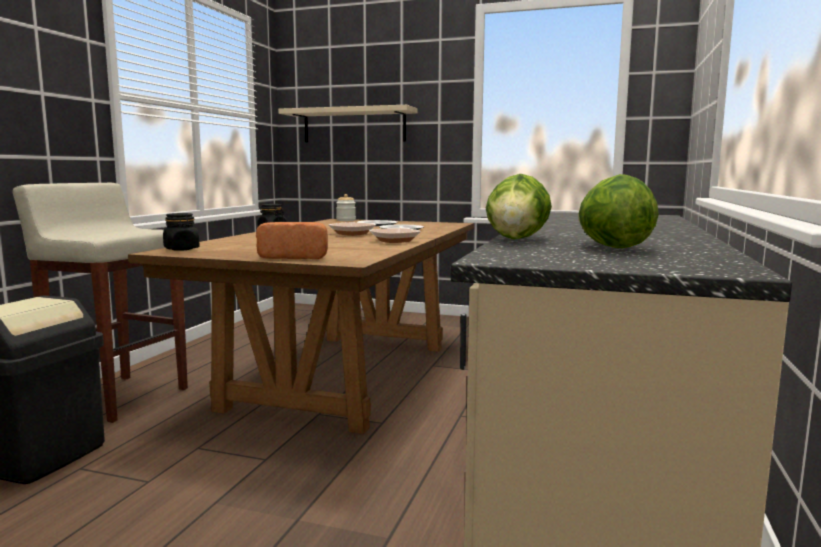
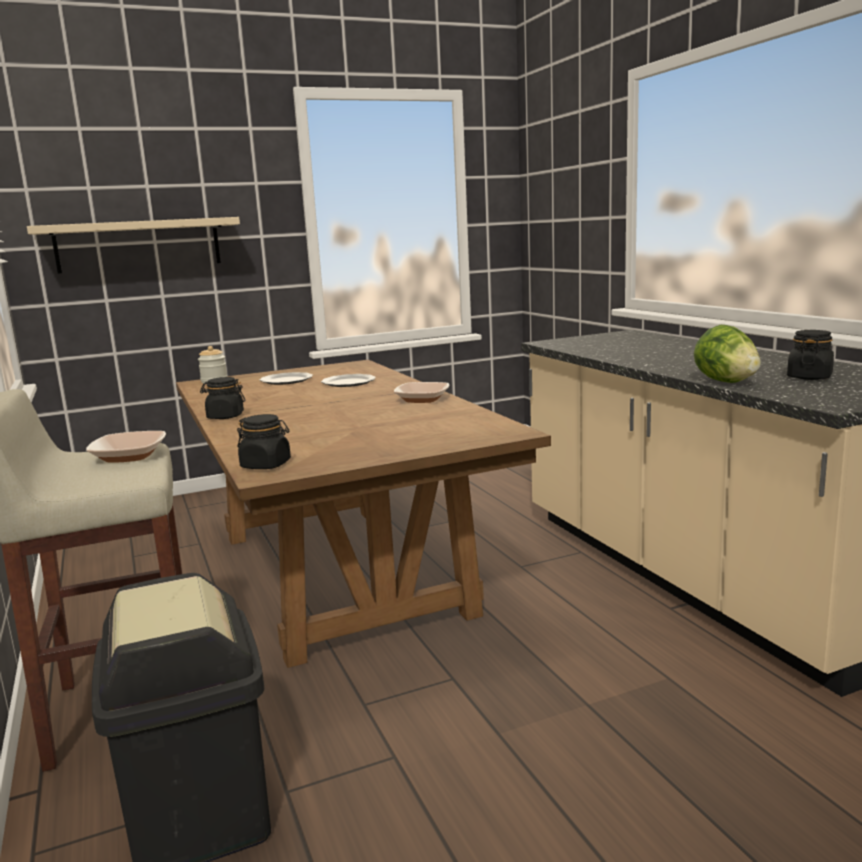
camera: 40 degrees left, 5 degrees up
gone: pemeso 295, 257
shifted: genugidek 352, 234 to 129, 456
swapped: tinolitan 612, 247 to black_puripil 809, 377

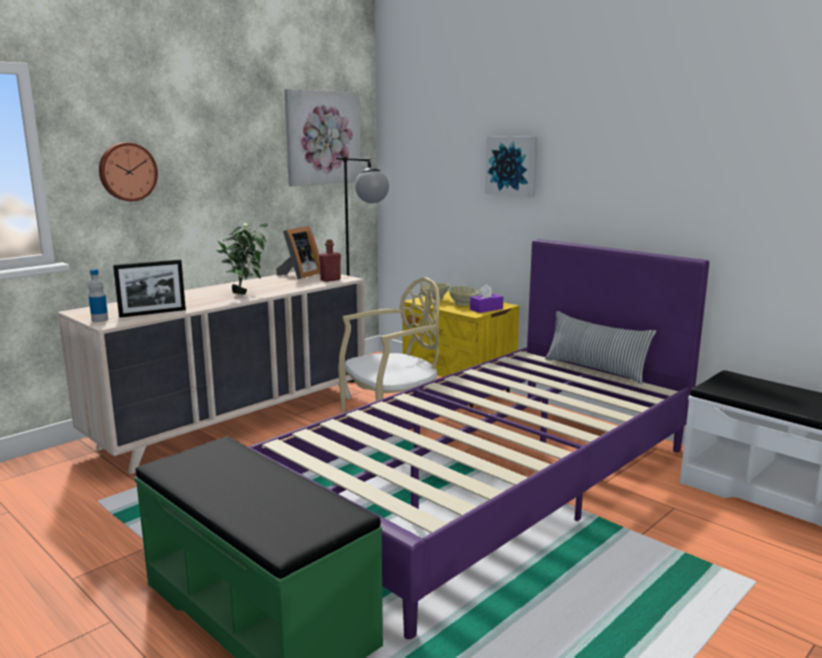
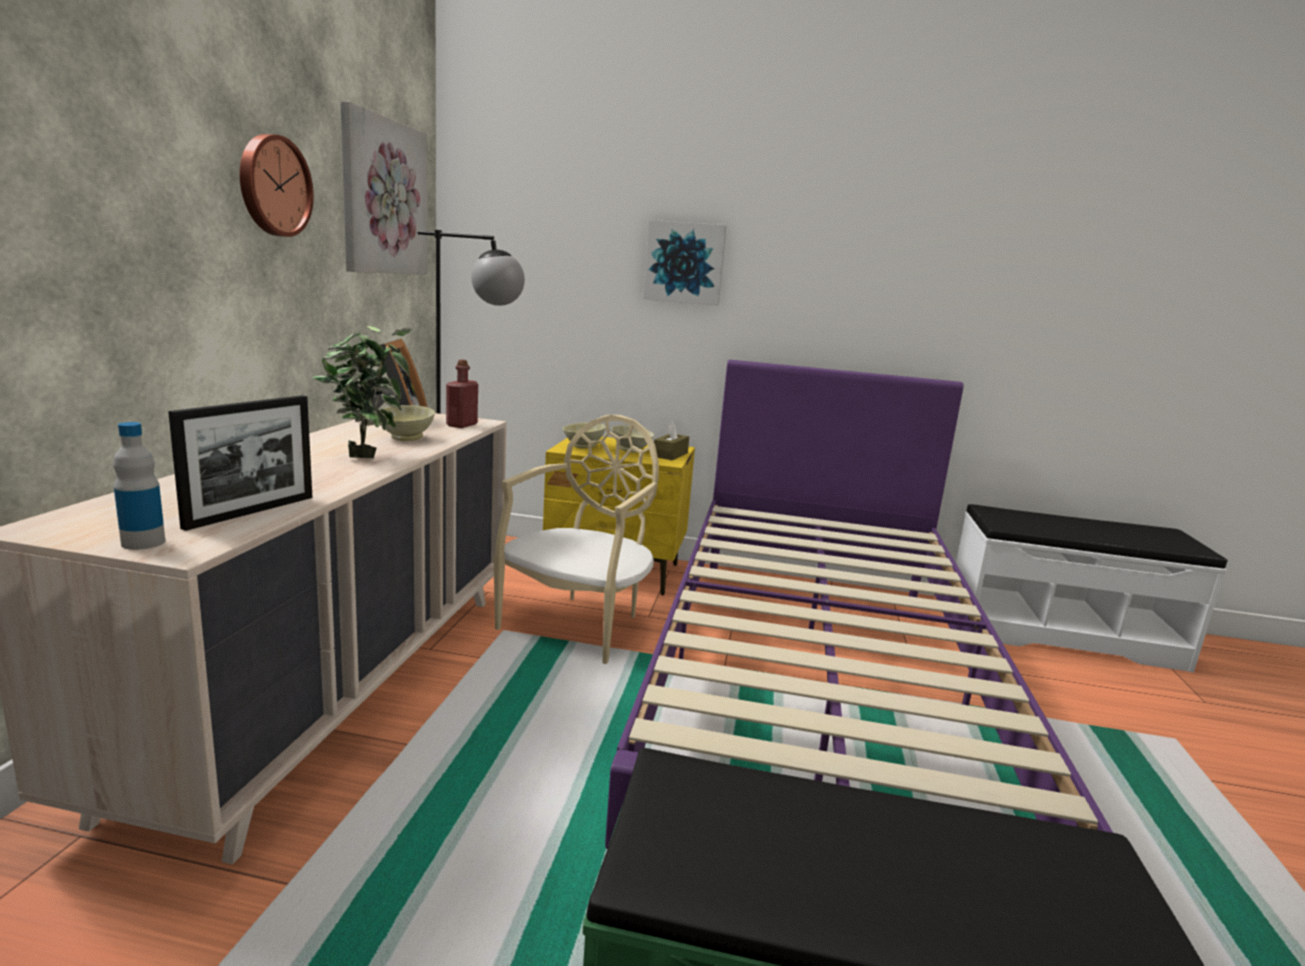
camera: 35 degrees left, 0 degrees up
gone: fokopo 595, 369
new: beige_genugidek 405, 438
shifted: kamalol 127, 172 to 273, 186
repainted: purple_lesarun 486, 309 to brown_lesarun 670, 455

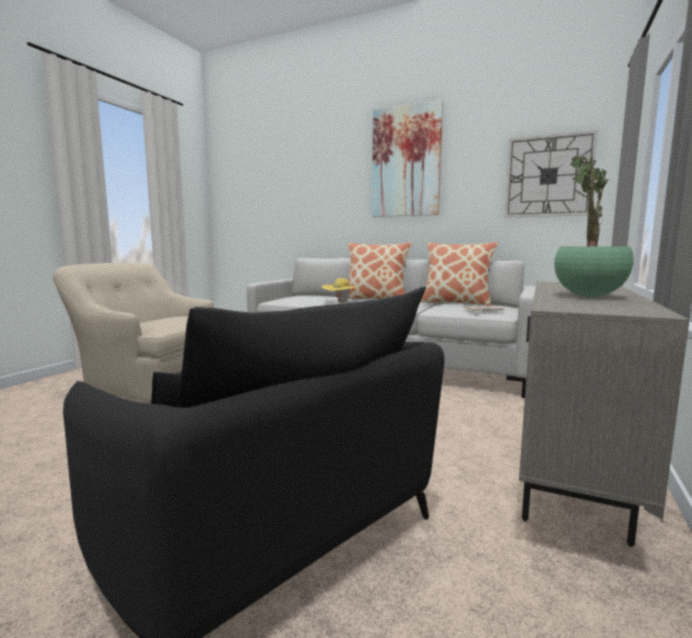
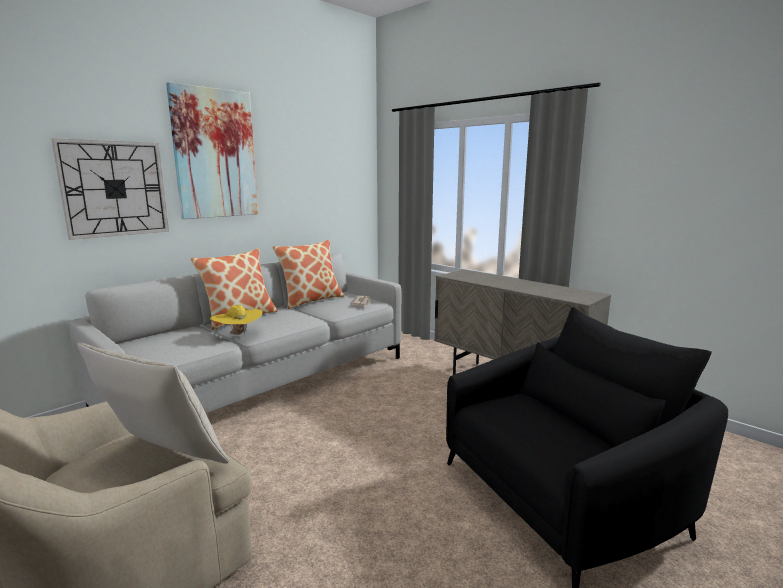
camera: 70 degrees left, 5 degrees up
gone: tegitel 589, 296
new: beige_fokopo 162, 459
shifted: kamalol 548, 176 to 114, 189

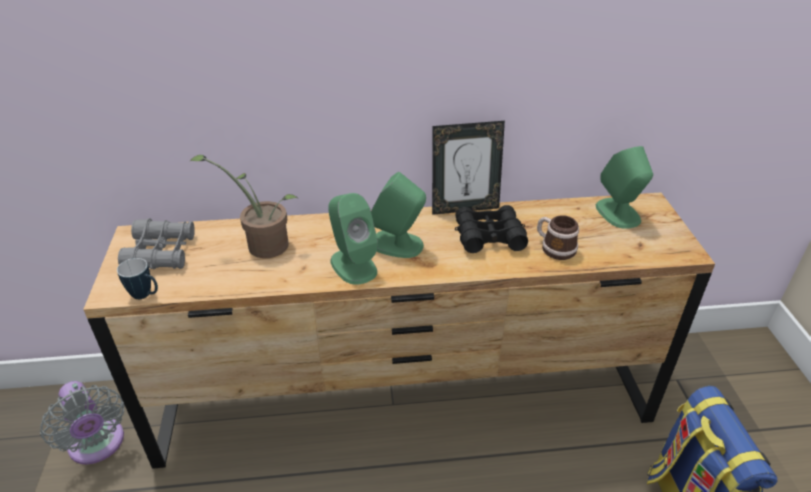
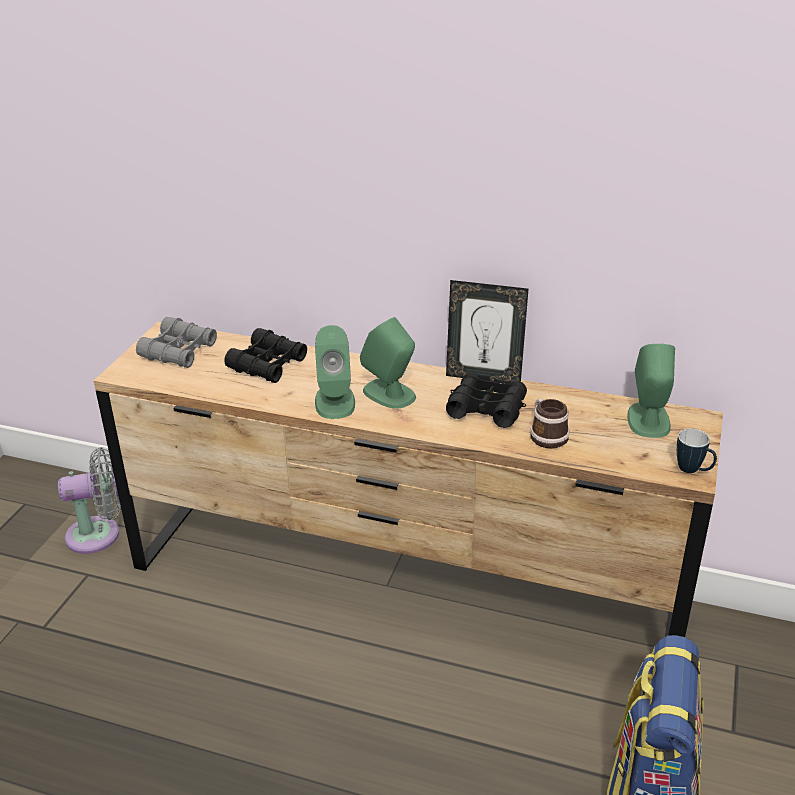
camera: 25 degrees right, 5 degrees down
shifted: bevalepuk 146, 295 to 693, 471
swapped: tegitel 262, 244 to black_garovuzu 268, 364
rotated: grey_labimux 98, 445 = 99, 534 90 degrees counterclockwise

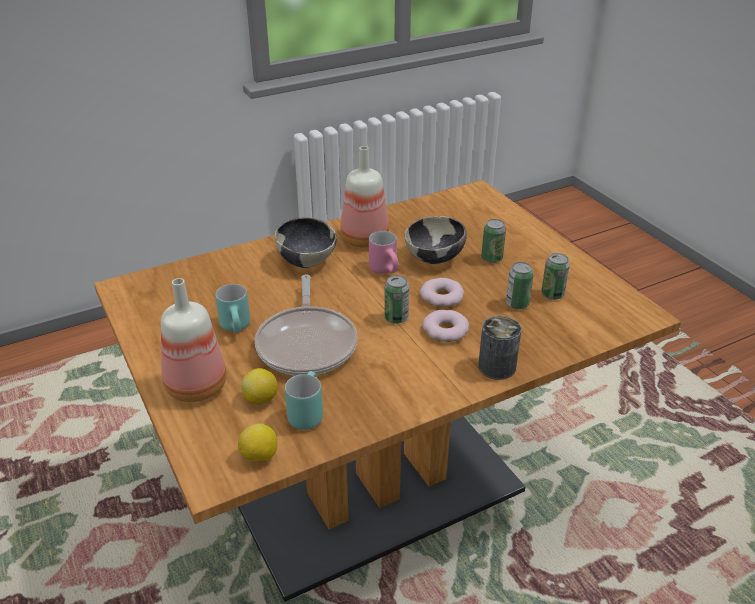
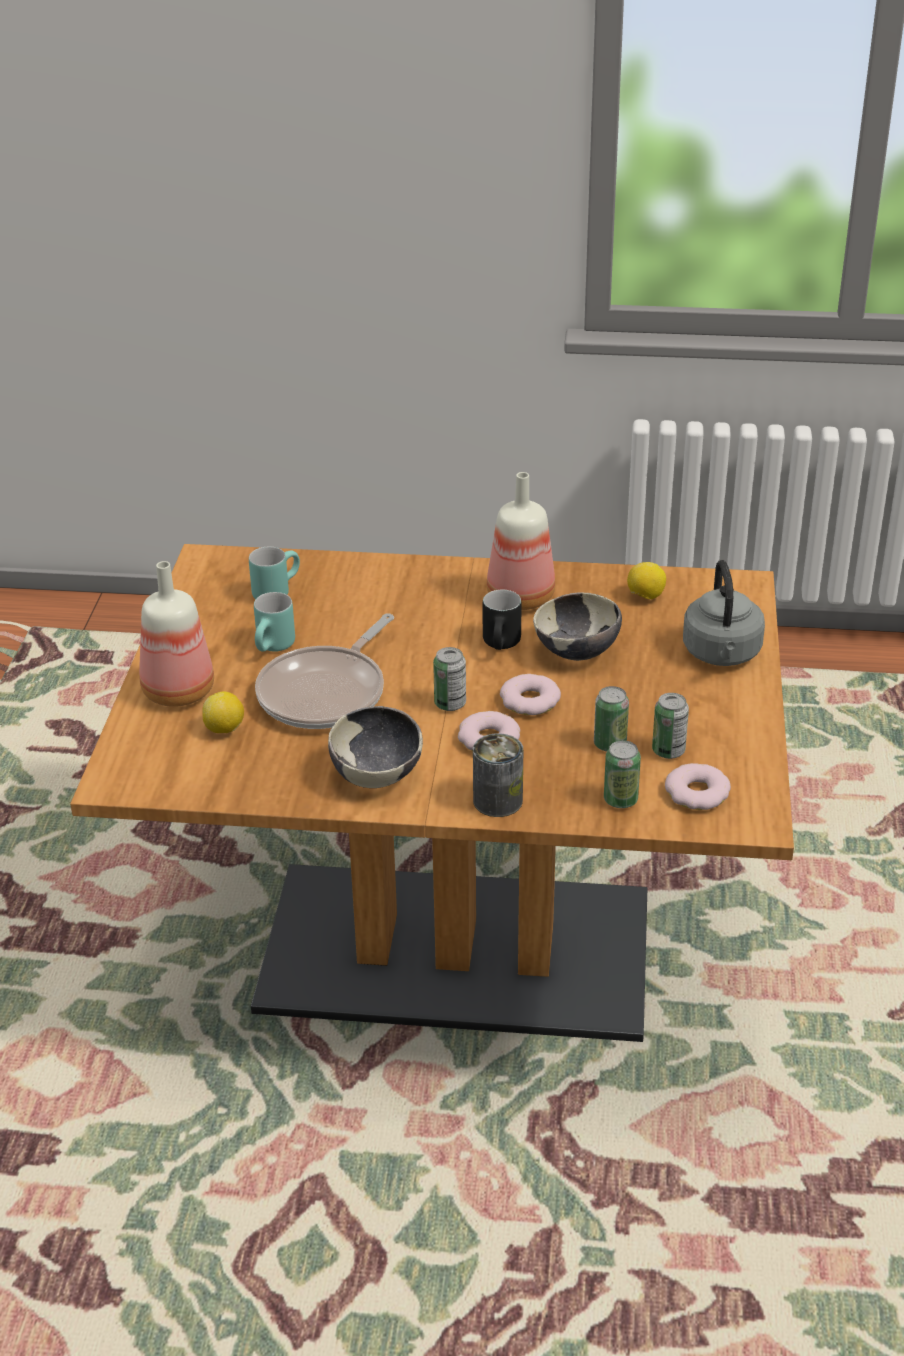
camera: 35 degrees right, 0 degrees up
new: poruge 697, 793; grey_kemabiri 722, 654
shifted: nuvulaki 259, 456 to 645, 596; genugidek 307, 261 to 377, 775; turquoise_bevalepuk 305, 413 to 275, 591; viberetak 491, 258 to 620, 800
repainted: pink_bevalepuk 387, 270 to black_bevalepuk 503, 646

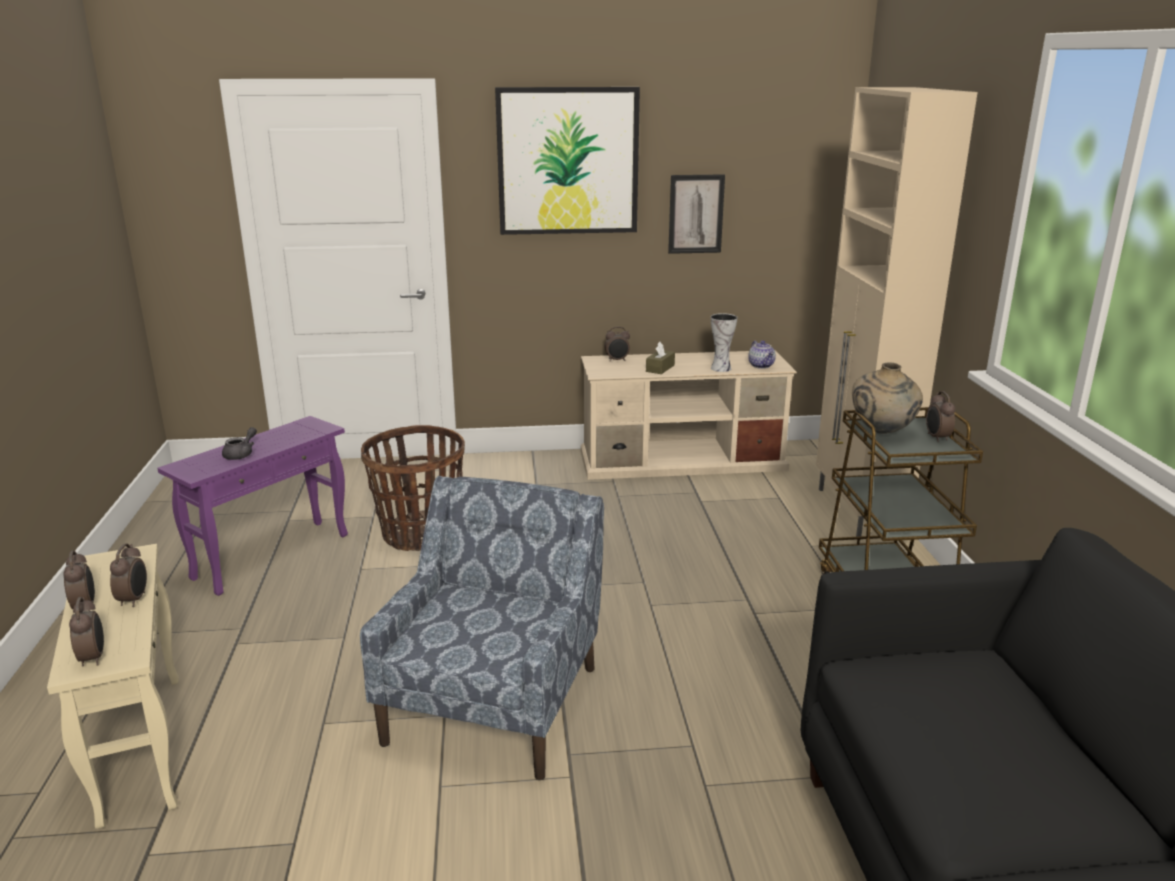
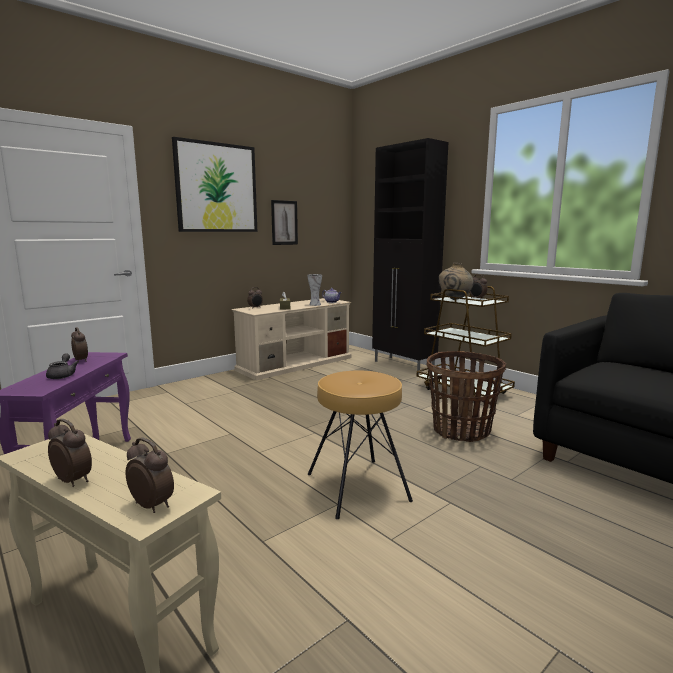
camera: 35 degrees left, 10 degrees down
shifted: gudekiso 134, 599 to 81, 360; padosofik 420, 534 to 461, 430
swapped: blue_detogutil 495, 702 to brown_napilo 358, 486
repainted: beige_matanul 858, 513 to black_matanul 404, 365

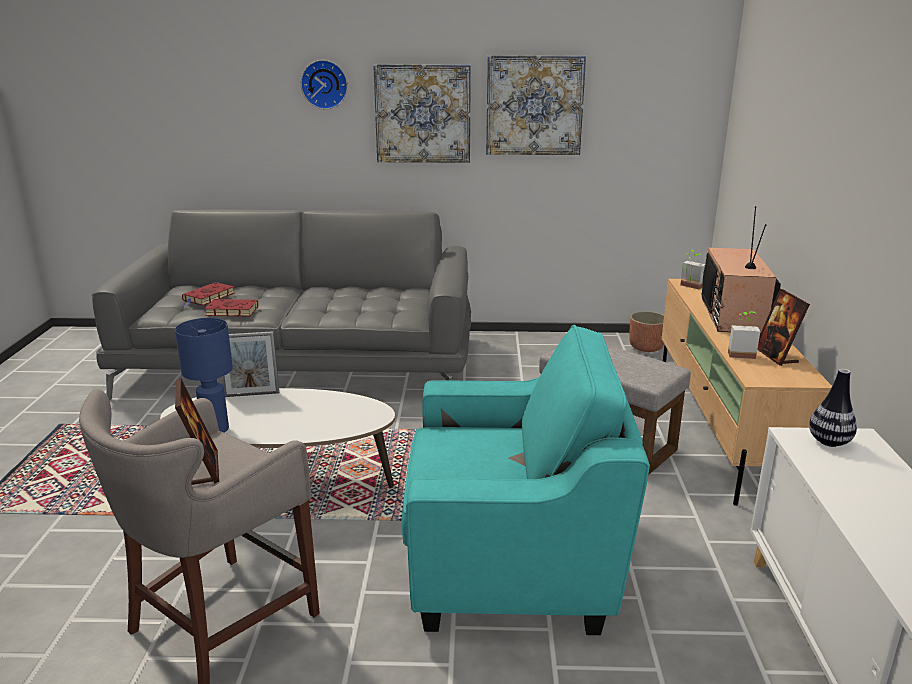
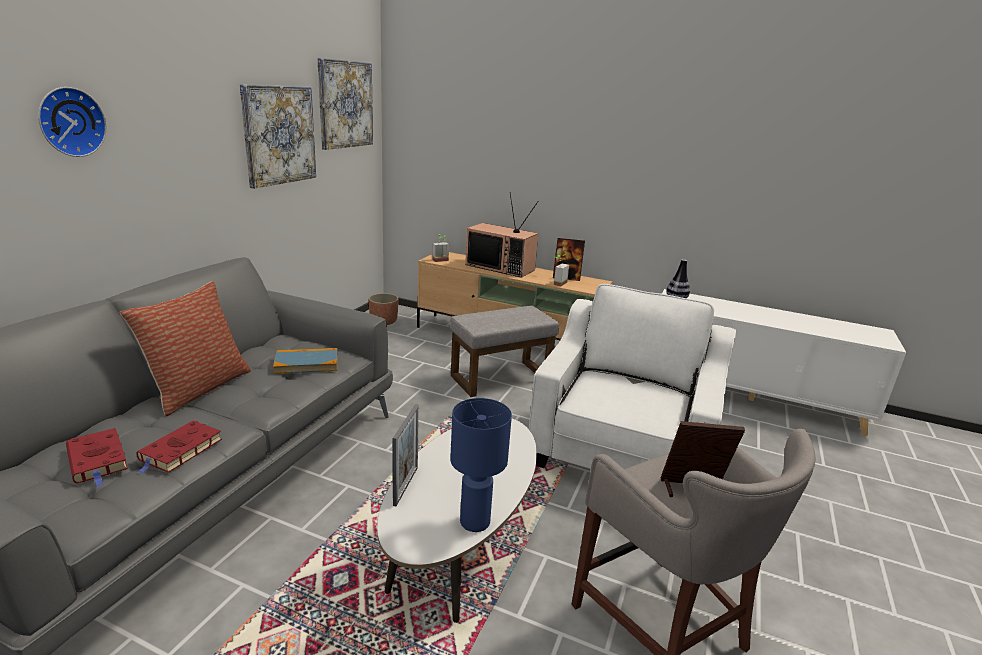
camera: 70 degrees left, 0 degrees up
new: fokopo 198, 388; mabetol 306, 363
shifted: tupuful 423, 113 to 345, 104
repainted: turquoise_detogutil 511, 560 to white_detogutil 621, 456

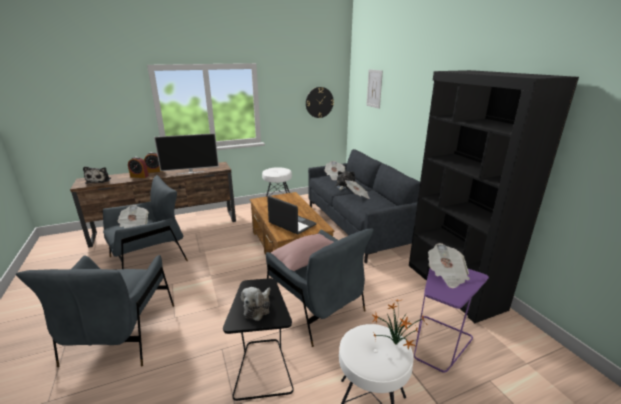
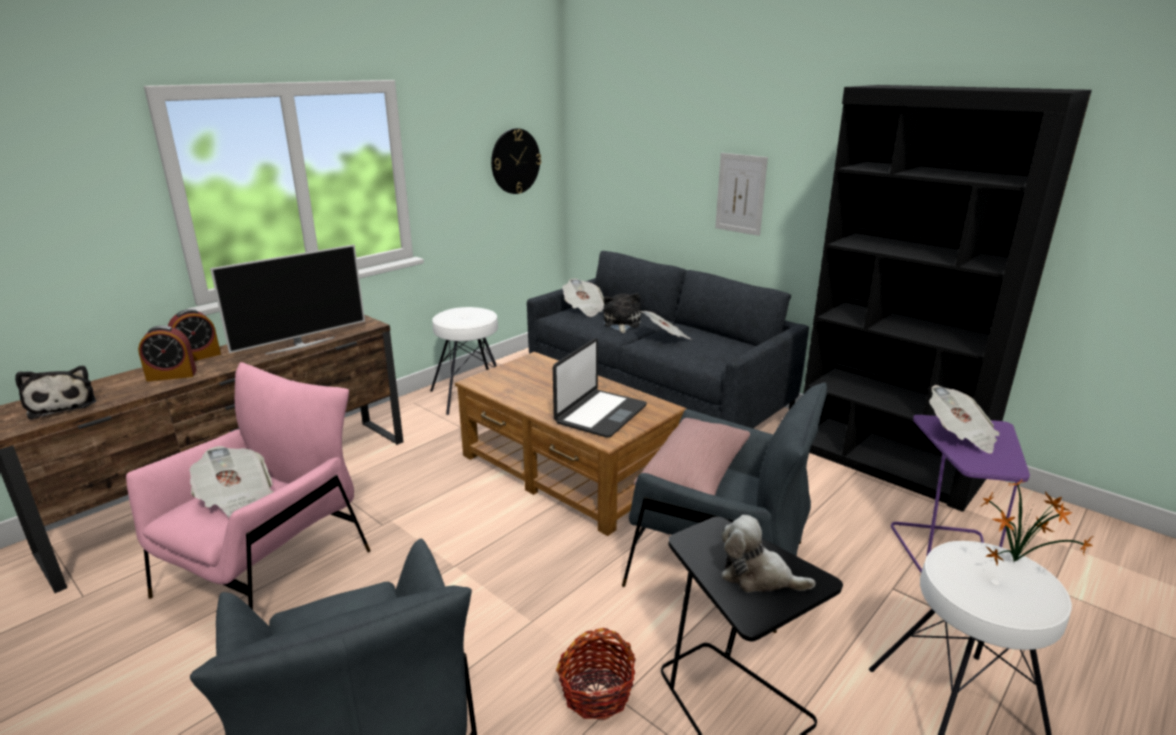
camera: 25 degrees left, 0 degrees up
new: padosofik 596, 693
shifted: tupuful 374, 88 to 740, 194
repainted: grey_detogutil 149, 258 to pink_detogutil 267, 572
rotated: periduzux 258, 308 = 758, 576 120 degrees clockwise; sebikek 292, 224 = 600, 414 105 degrees clockwise

